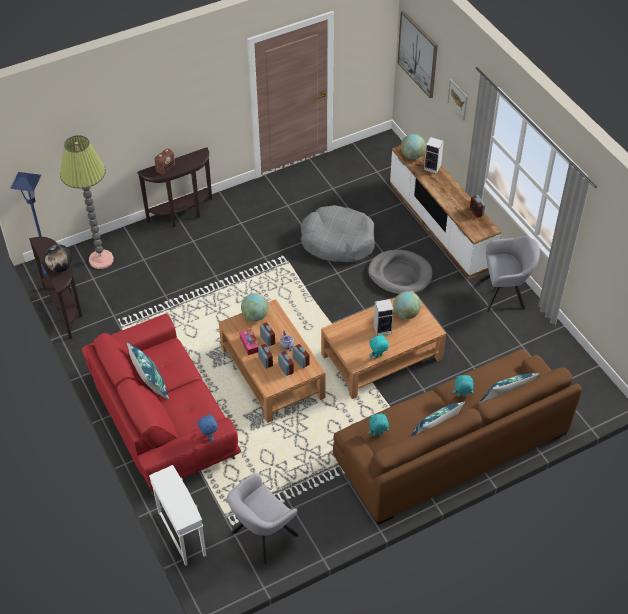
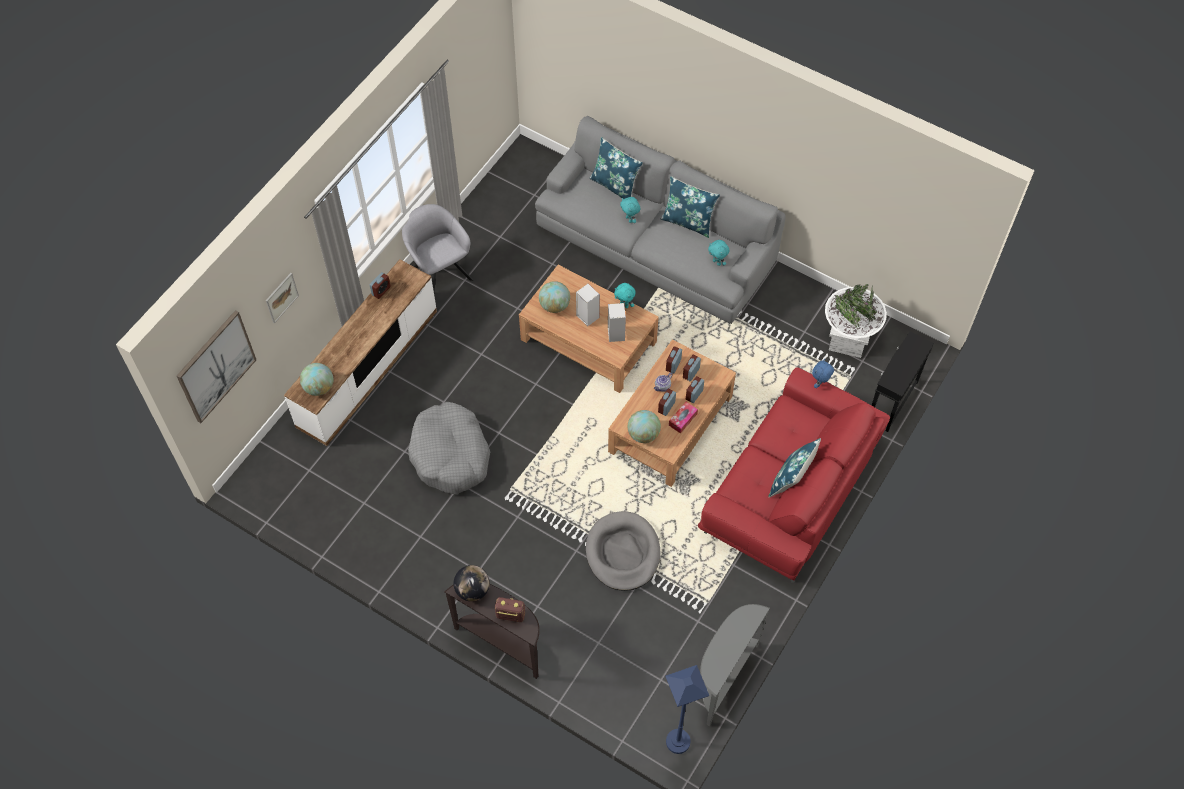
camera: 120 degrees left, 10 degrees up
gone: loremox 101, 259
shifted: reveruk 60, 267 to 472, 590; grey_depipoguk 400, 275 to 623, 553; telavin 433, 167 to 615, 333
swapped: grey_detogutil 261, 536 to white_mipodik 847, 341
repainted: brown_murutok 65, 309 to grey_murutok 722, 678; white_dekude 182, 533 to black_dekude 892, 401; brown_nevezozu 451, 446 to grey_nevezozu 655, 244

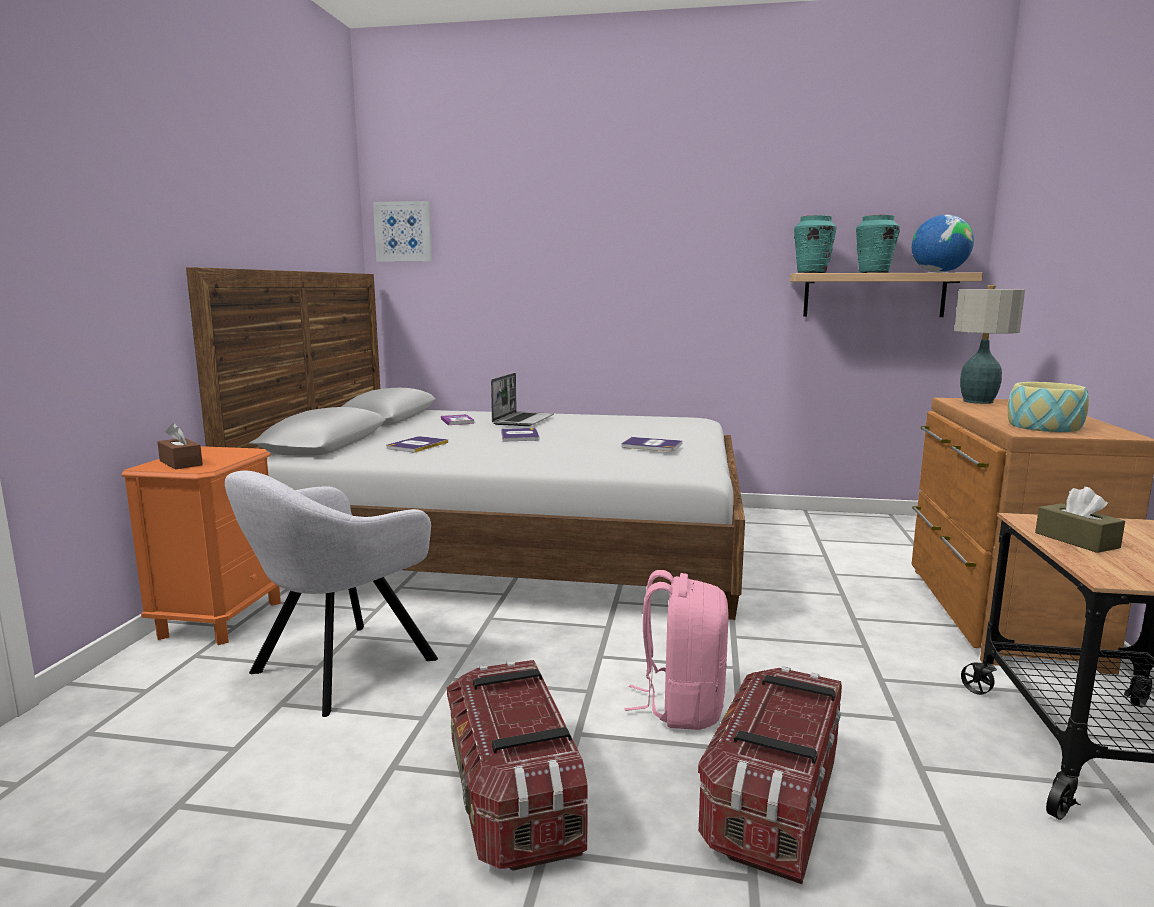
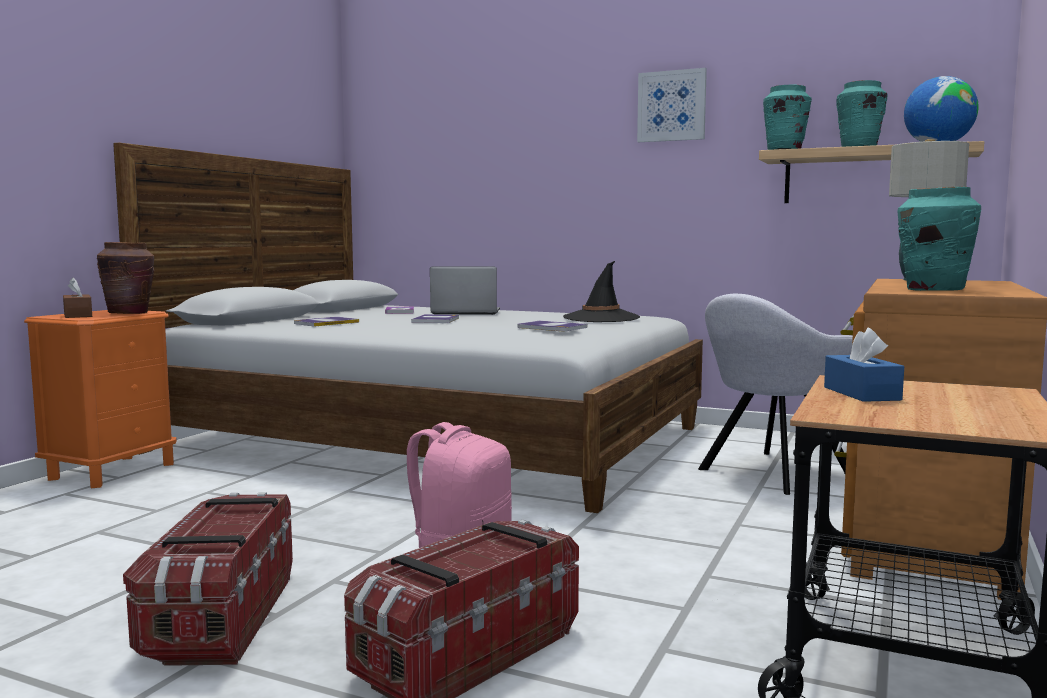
camera: 15 degrees right, 5 degrees down
new: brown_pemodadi 129, 313; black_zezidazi 601, 318
shifted: grey_detogutil 338, 669 to 771, 472; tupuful 403, 231 to 671, 106
swapped: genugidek 1044, 426 to turquoise_pemodadi 934, 290
repainted: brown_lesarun 1076, 540 to blue_lesarun 861, 393
rotated: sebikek 523, 420 = 464, 312 120 degrees counterclockwise

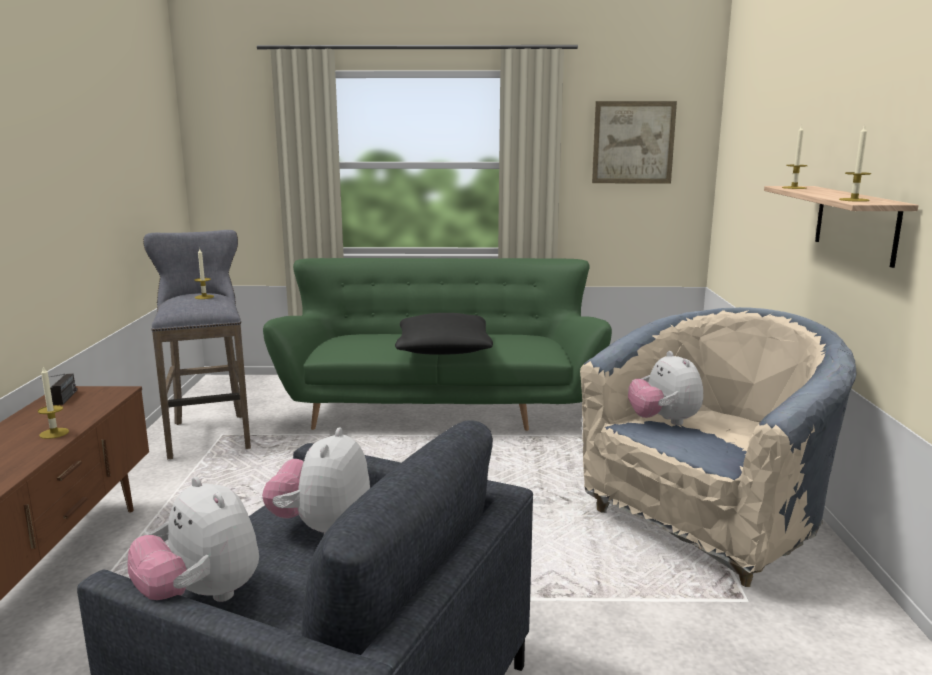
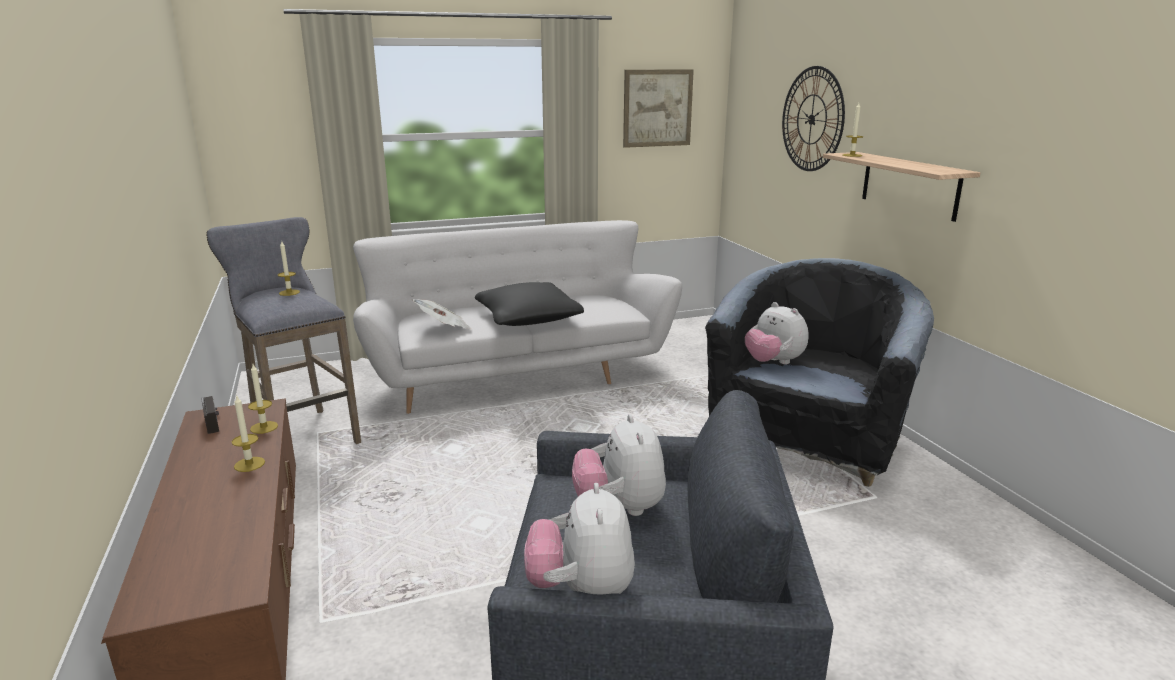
camera: 20 degrees left, 5 degrees up
new: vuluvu 443, 328; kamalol 812, 119
shifted: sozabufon 854, 200 to 264, 427
repainted: green_nevezozu 441, 408 to white_nevezozu 517, 374; beige_detogutil 708, 524 to black_detogutil 808, 442
rotated: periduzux 201, 597 = 581, 591 60 degrees clockwise

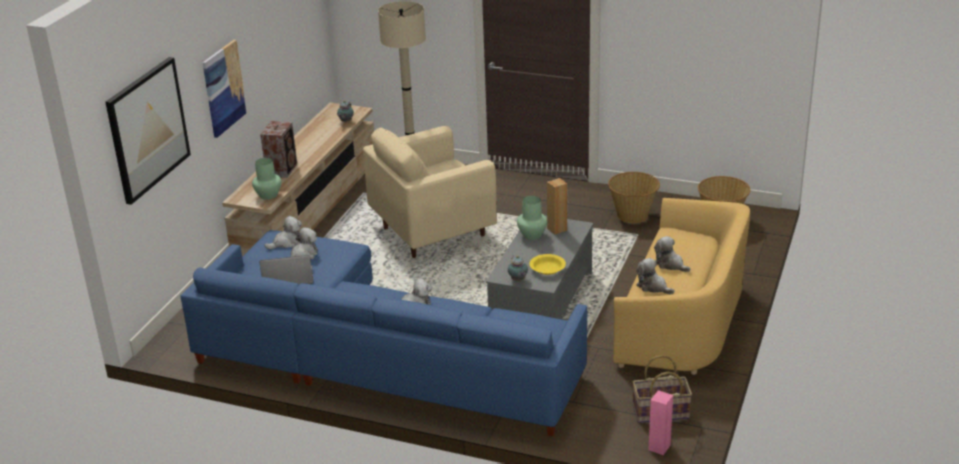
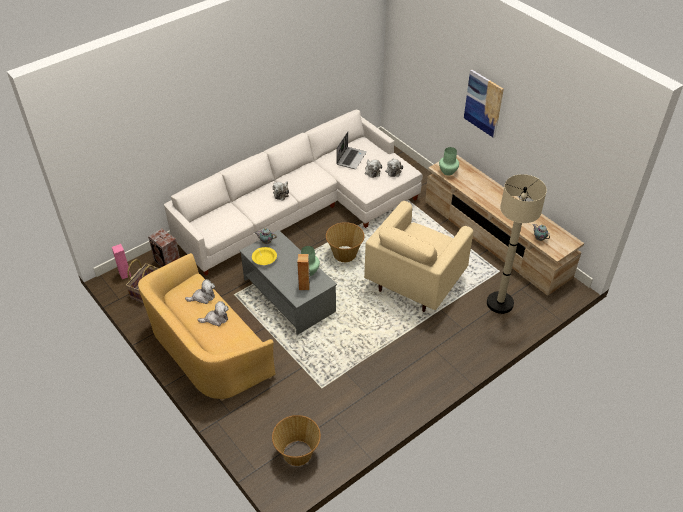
camera: 120 degrees right, 15 degrees up
gone: tupuful 147, 129
shifted: telavin 282, 169 to 167, 262; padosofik 633, 215 to 344, 254
repainted: blue_nevezozu 372, 356 to white_nevezozu 303, 207
rotated: beige_detogutil 432, 232 = 415, 282 150 degrees counterclockwise

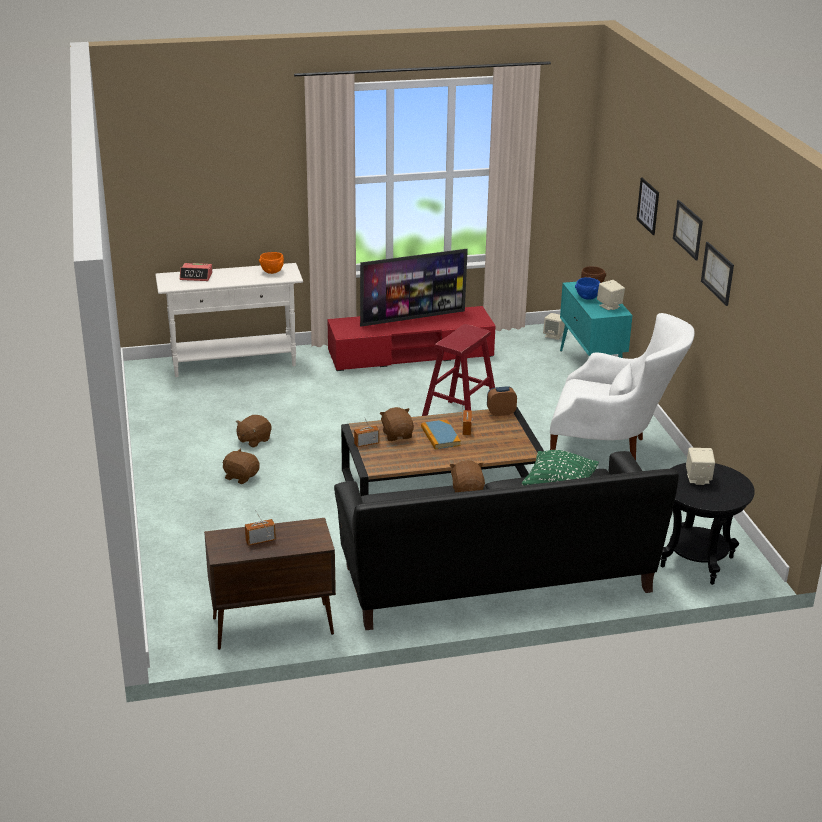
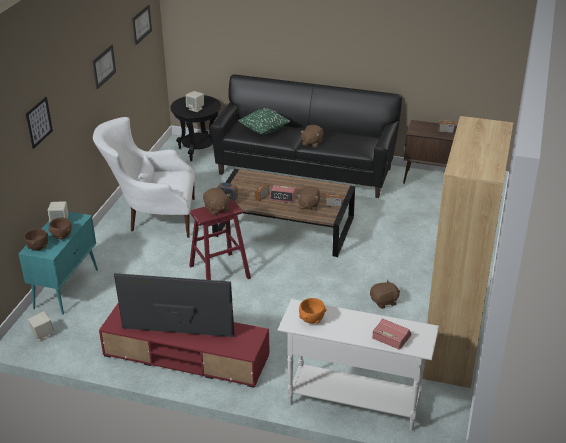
camera: 150 degrees left, 5 degrees up
new: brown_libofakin 452, 346
shifted: brown_periduzux 241, 476 to 216, 209; tupuful 688, 229 to 141, 24
swapped: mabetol 440, 436 to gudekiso 283, 197
repainted: blue_genugidek 587, 297 to brown_genugidek 62, 236
rotated: white_detogutil 612, 450 = 152, 218 45 degrees counterclockwise

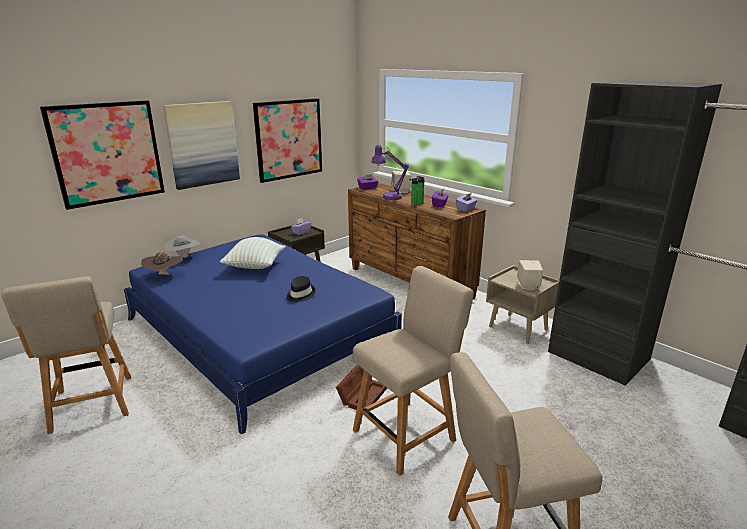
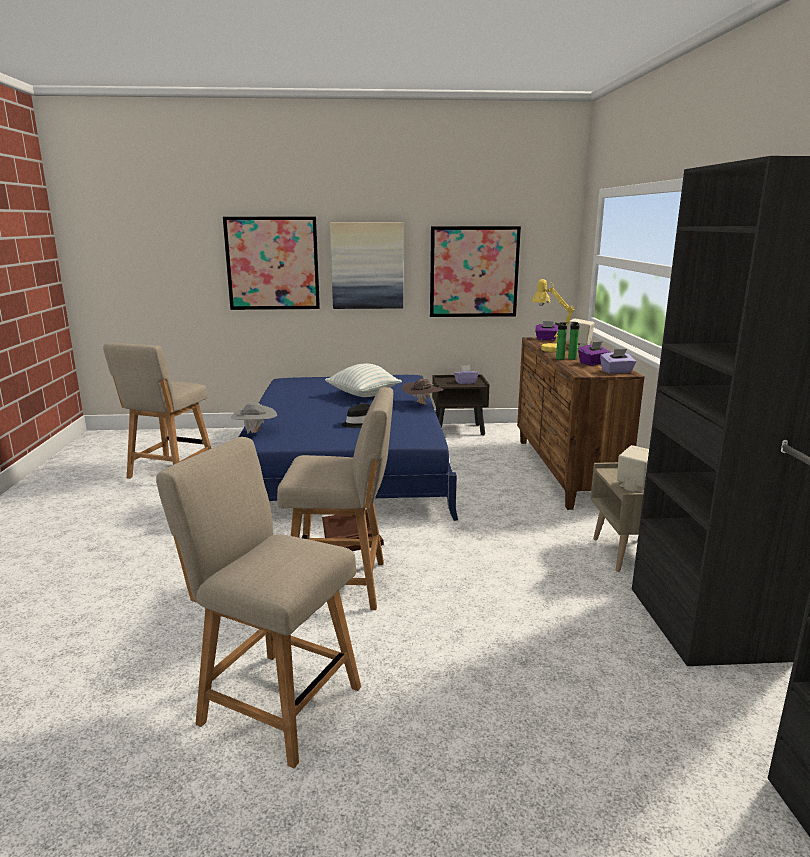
camera: 40 degrees right, 5 degrees down
shifted: brown_zezidazi 164, 275 to 422, 405; grey_zezidazi 184, 257 to 255, 432
repainted: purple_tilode 388, 197 to yellow_tilode 548, 349

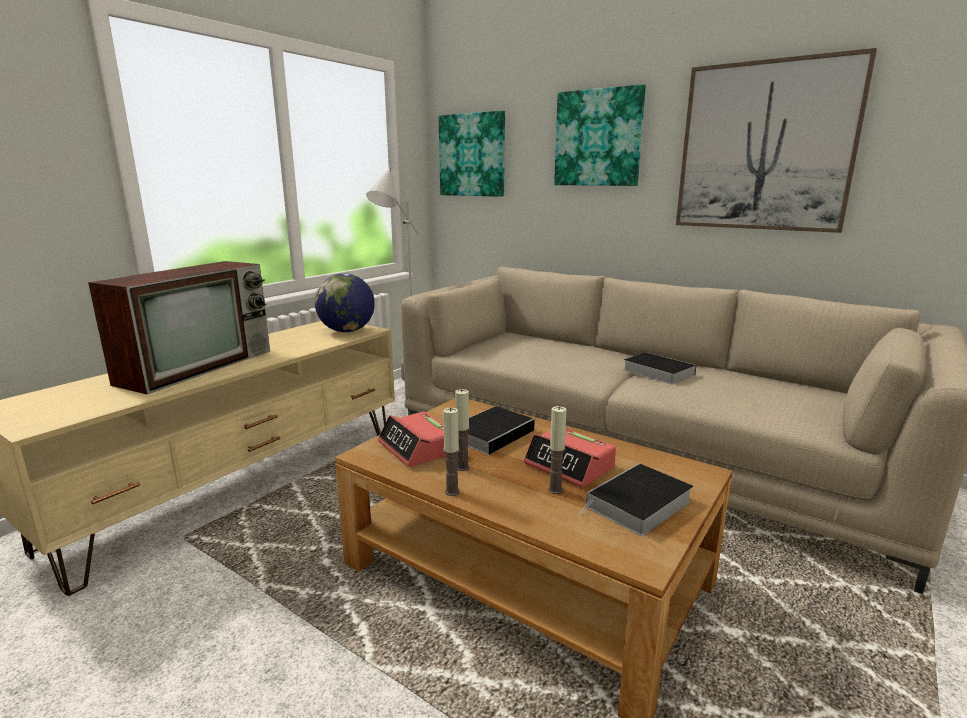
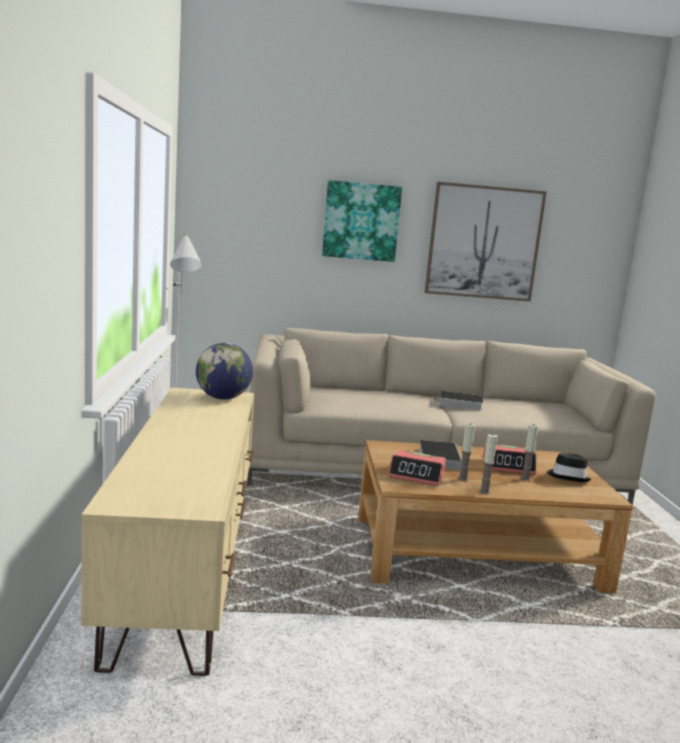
camera: 40 degrees left, 5 degrees down
gone: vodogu 199, 365; tupuful 472, 155
swapped: mabetol 638, 505 to black_zezidazi 568, 477

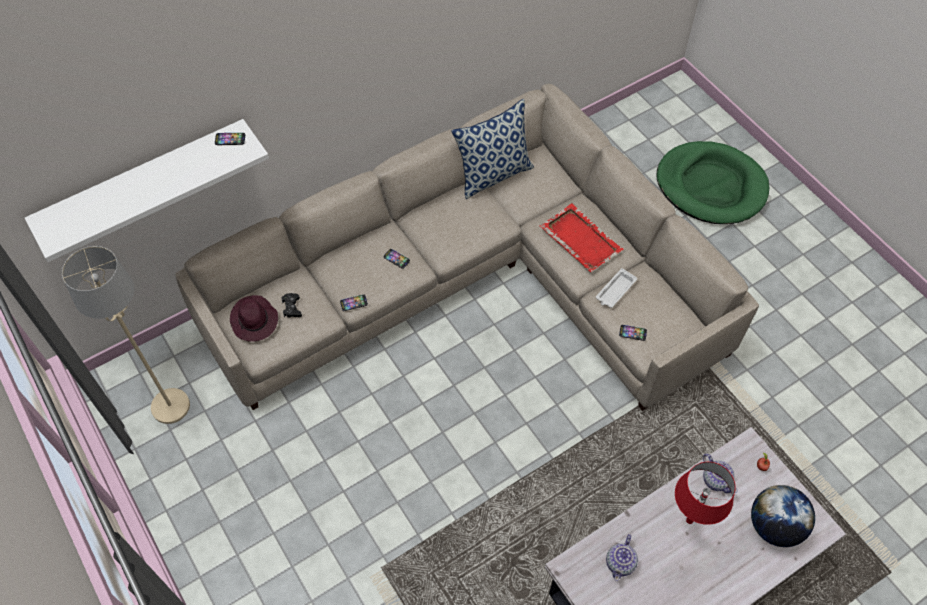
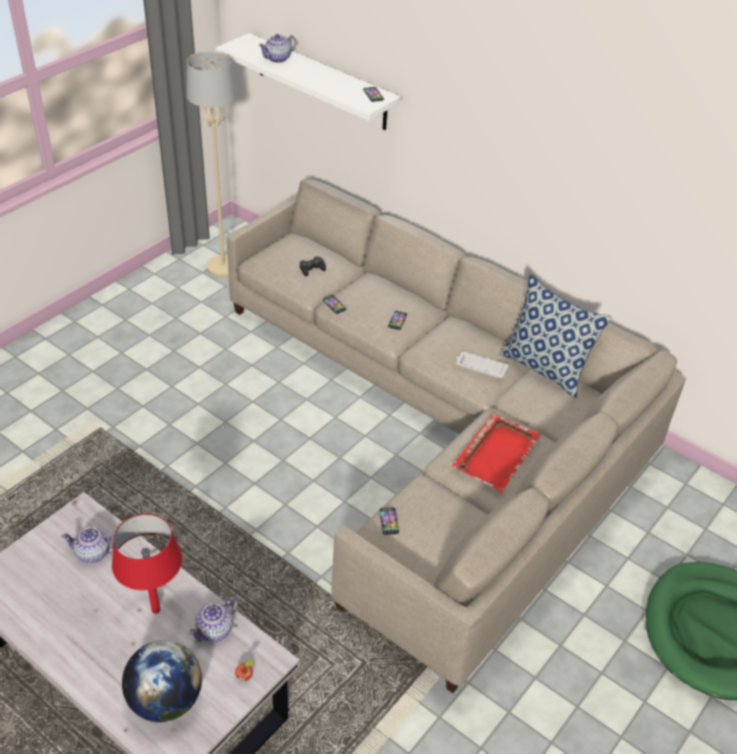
camera: 70 degrees right, 15 degrees down
gone: purple_zezidazi 255, 321
new: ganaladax 278, 59
shifted: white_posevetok 615, 291 to 480, 367

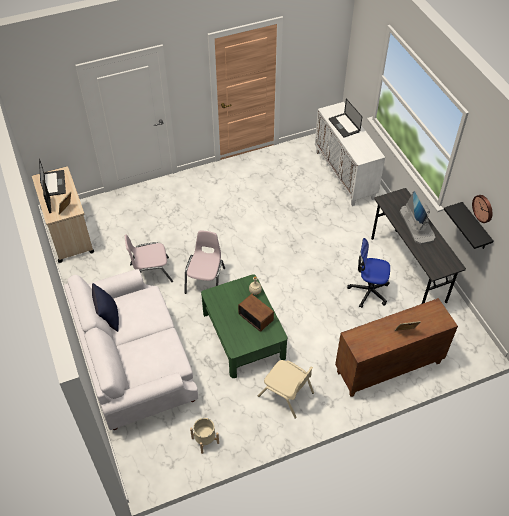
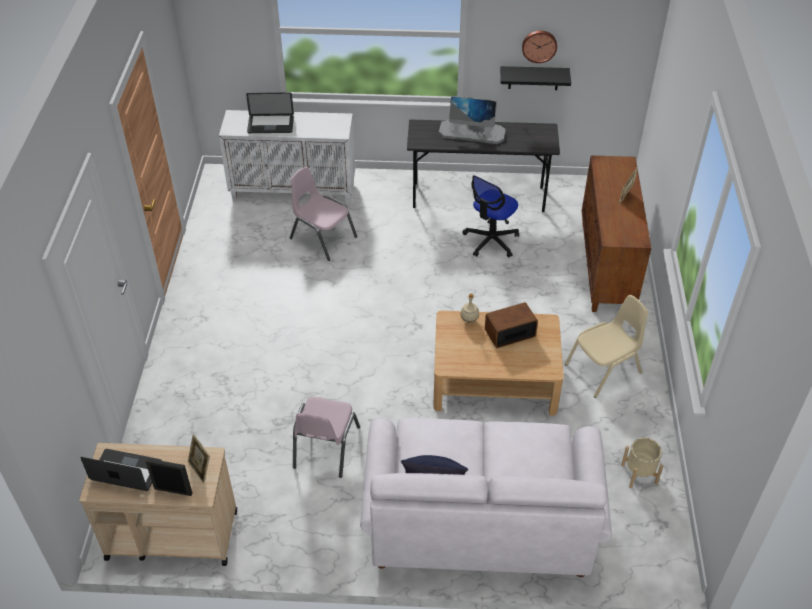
camera: 65 degrees left, 5 degrees down
shifted: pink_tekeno 206, 280 to 322, 238
repainted: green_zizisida 243, 335 to beige_zizisida 494, 380

